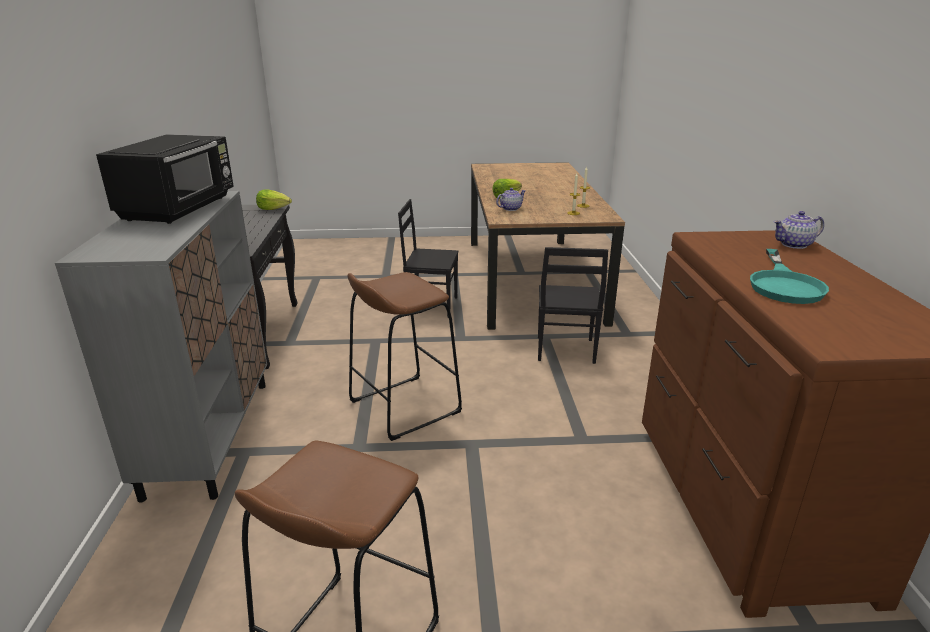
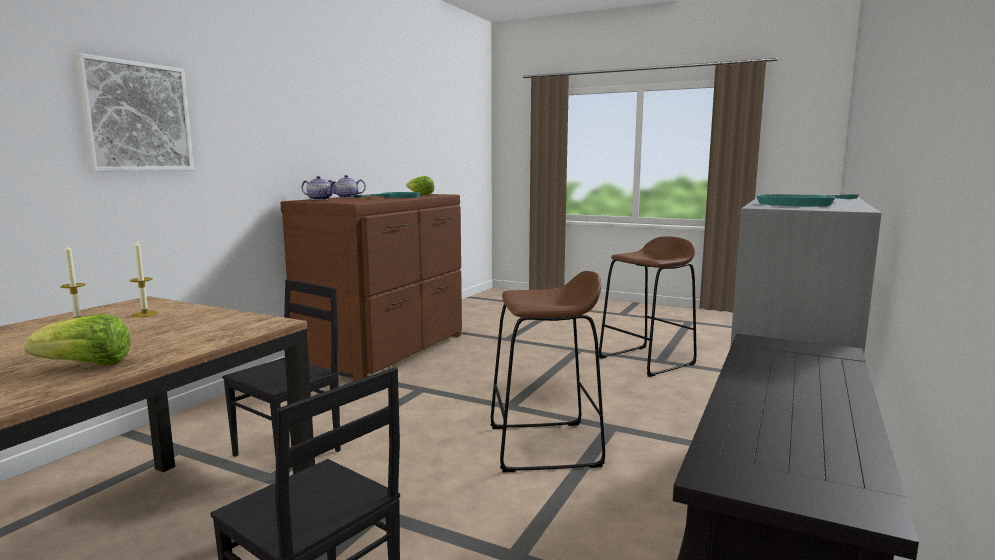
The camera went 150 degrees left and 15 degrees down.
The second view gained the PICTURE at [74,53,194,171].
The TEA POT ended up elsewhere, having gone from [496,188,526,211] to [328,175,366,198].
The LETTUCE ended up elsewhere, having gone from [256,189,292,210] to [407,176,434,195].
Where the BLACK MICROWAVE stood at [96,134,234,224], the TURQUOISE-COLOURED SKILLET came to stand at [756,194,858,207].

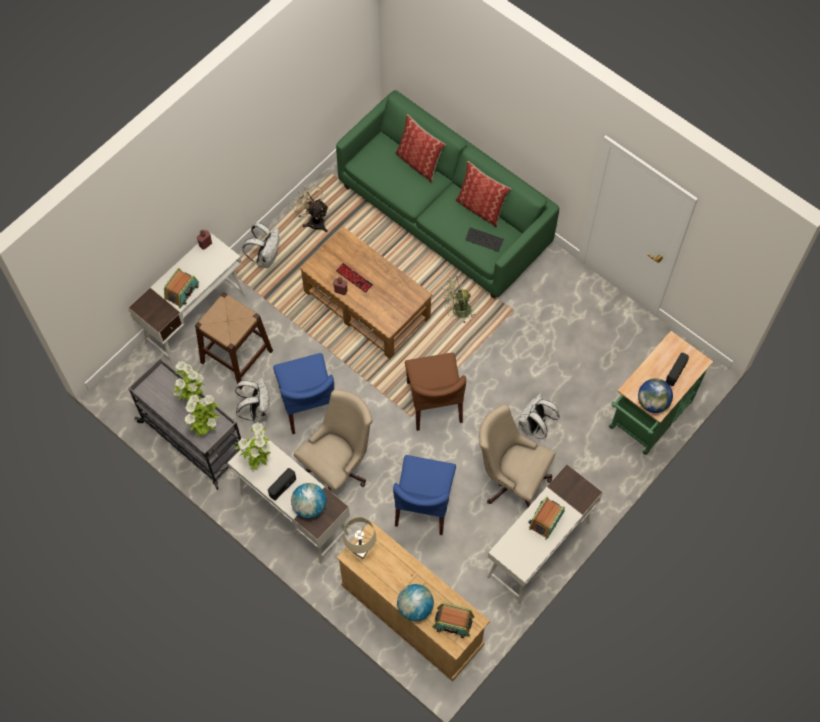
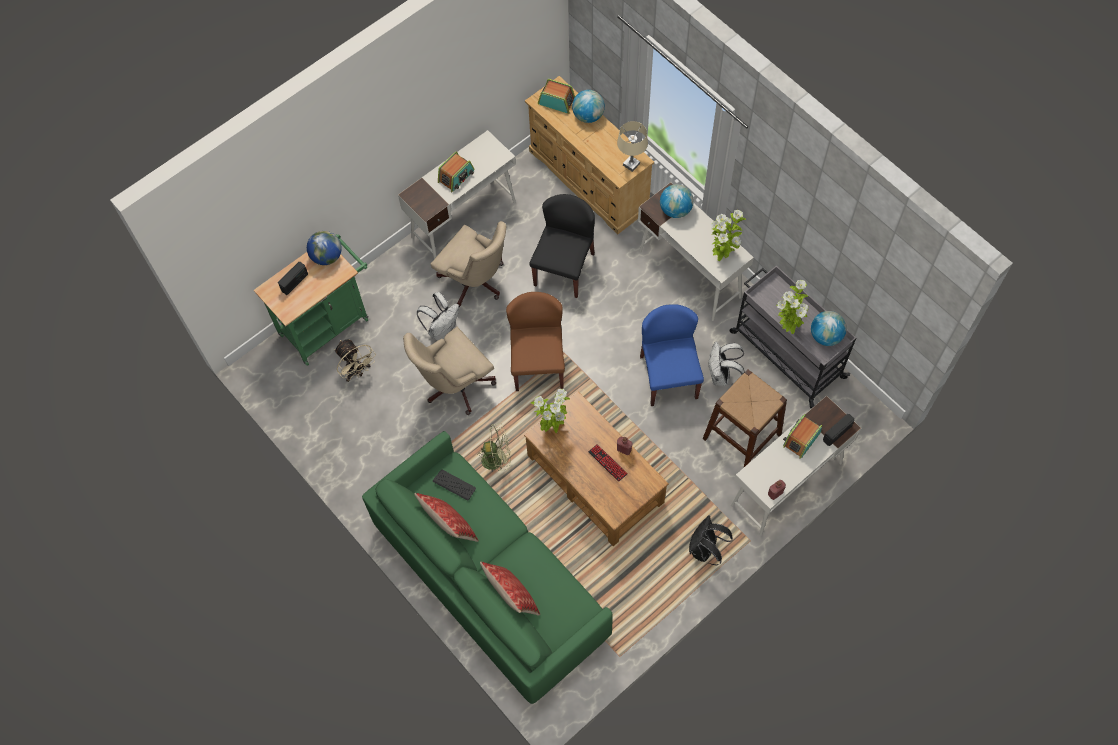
The camera went 170 degrees left and 0 degrees up.
The BEIGE COOLING FAN ended up elsewhere, having gone from [290,183,329,232] to [334,339,376,382].
The BEIGE DESK CHAIR ended up elsewhere, having gone from [294,389,373,492] to [403,327,496,415].
What was the BLUISH PLAIN CHAIR at [393,455,456,535] turned into the BLACK PLAIN CHAIR at [529,194,595,298].
The HOUSEPLANT ended up elsewhere, having gone from [184,395,220,436] to [531,389,570,433].
What was the WHITE-COLOURED BACKPACK at [243,222,279,268] turned into the BLACK BACKPACK at [689,515,733,565].
The second view gained the DESK GLOBE at [811,311,847,346].
The RADIO ended up elsewhere, having gone from [268,468,296,501] to [823,414,855,446].

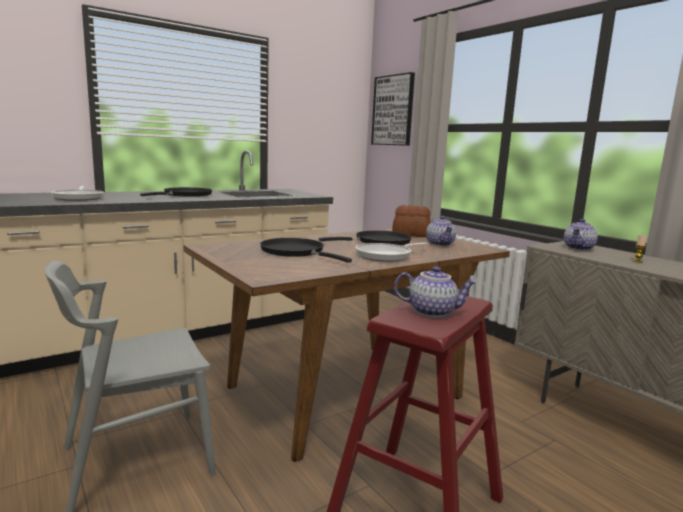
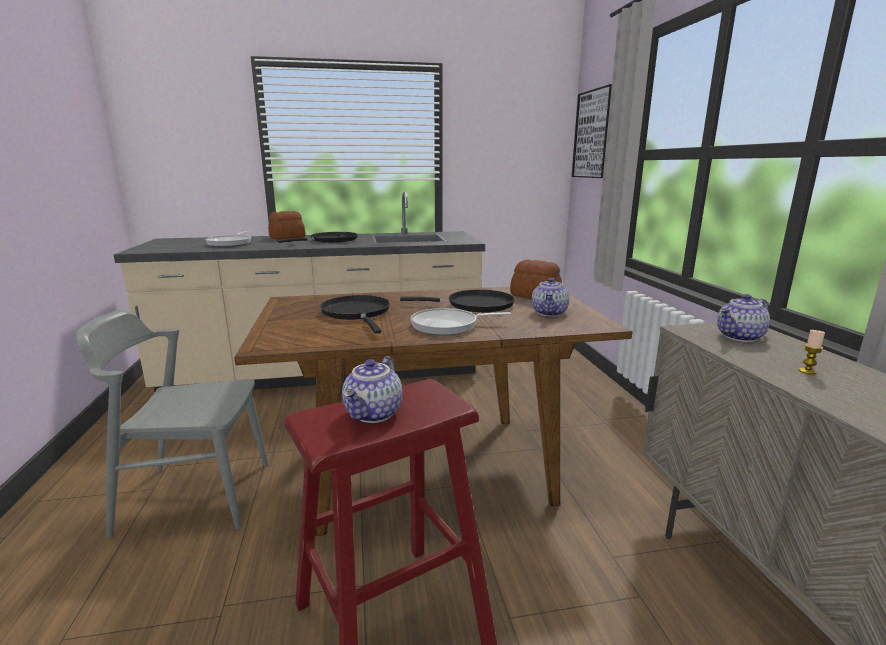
The camera went 25 degrees right and 5 degrees up.
The second view gained the BAKERY BREAD at [268,211,305,239].
The TEA POT at [394,266,477,317] ended up facing another way, 75 degrees clockwise from before.

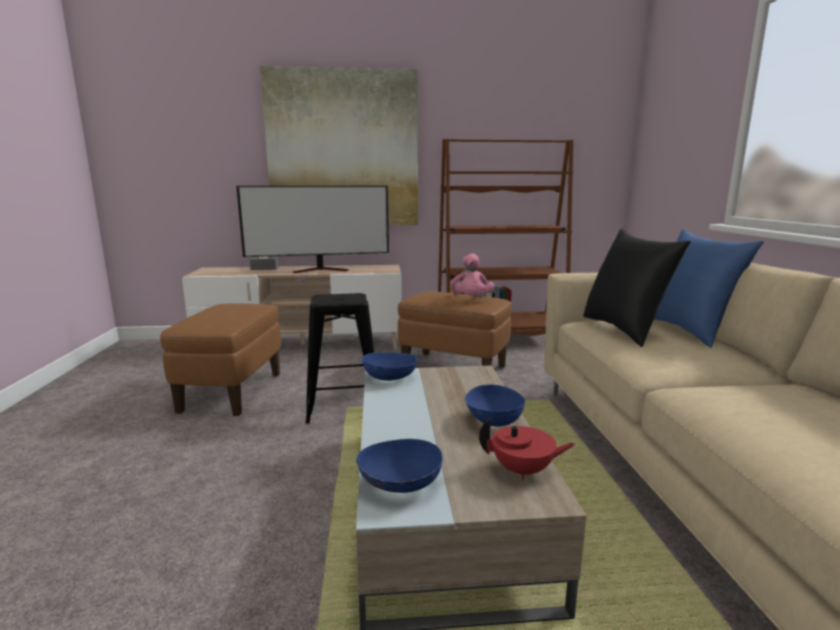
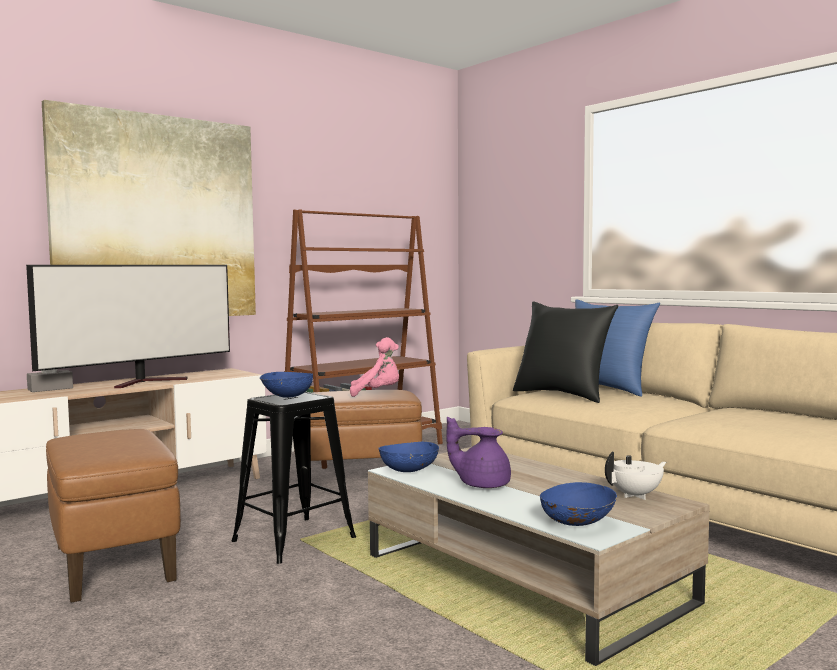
The camera went 35 degrees left and 10 degrees down.
The BLUISH BOWL ended up elsewhere, having gone from [465,384,525,427] to [260,372,313,398].
The PINKISH PLUSH TOY at [451,254,494,295] ended up facing another way, 60 degrees counterclockwise from before.
The second view gained the PURPLE TEA POT at [447,417,511,488].
What was the REDDISH TEA POT at [479,418,575,480] turned into the WHITE-COLOURED TEA POT at [605,451,666,500].

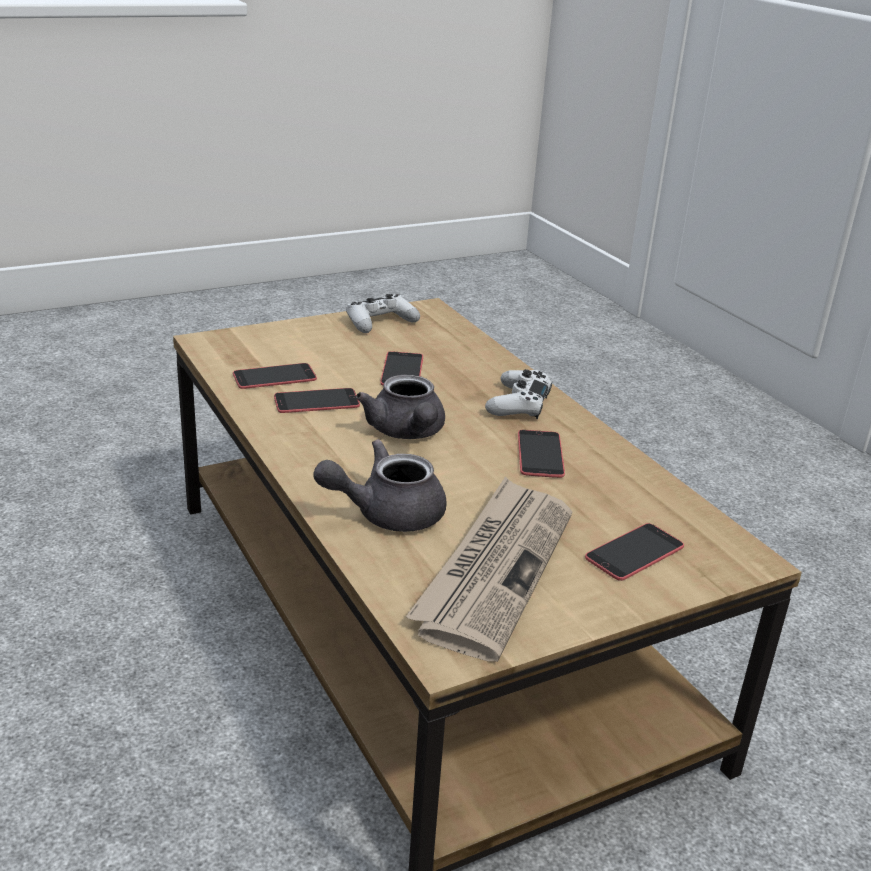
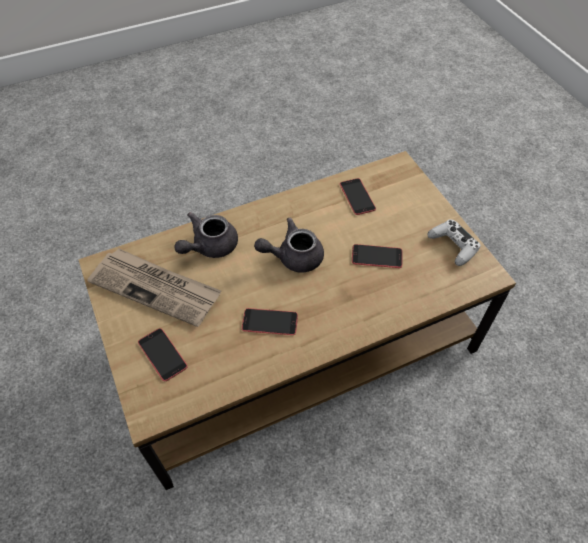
The camera went 95 degrees right and 25 degrees up.
The GREY TEA POT at [313,439,446,532] ended up facing another way, 120 degrees counterclockwise from before.
The second view lost the TELEPHONE at [274,388,360,413].
The second view lost the WHITE-COLOURED GAME CONTROLLER at [485,369,552,419].

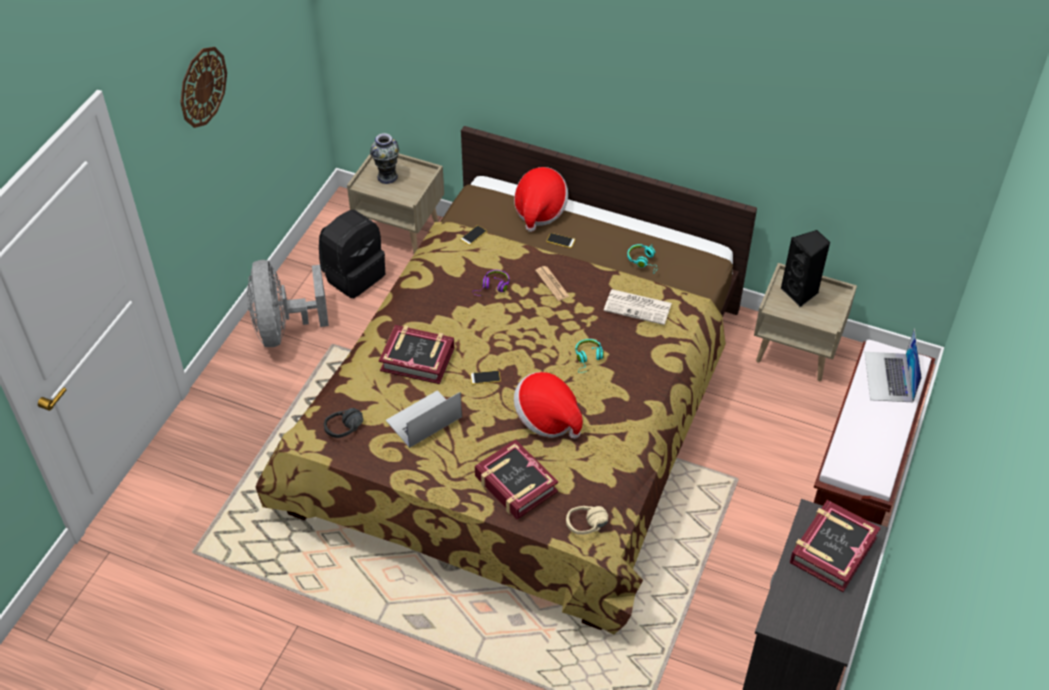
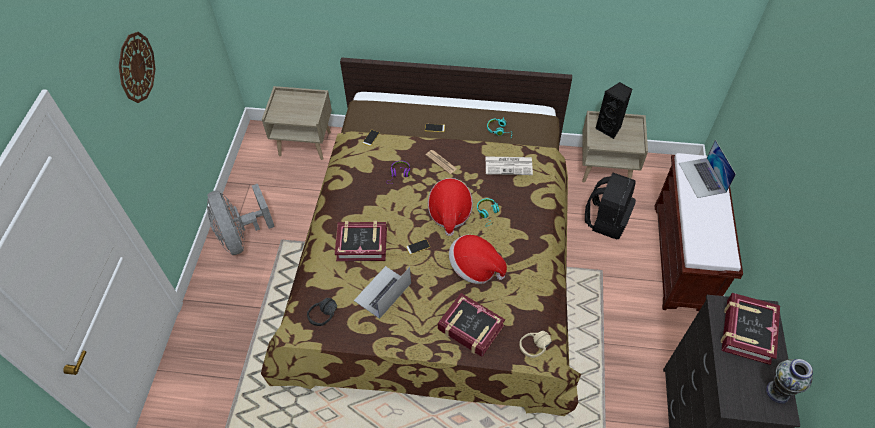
The camera went 15 degrees left and 5 degrees up.
The WEARABLE HAT ended up elsewhere, having gone from [514,167,568,232] to [428,178,473,236].
The BLACK BACKPACK ended up elsewhere, having gone from [319,210,385,298] to [585,173,636,239].
The VASE ended up elsewhere, having gone from [370,133,399,184] to [766,359,813,404].

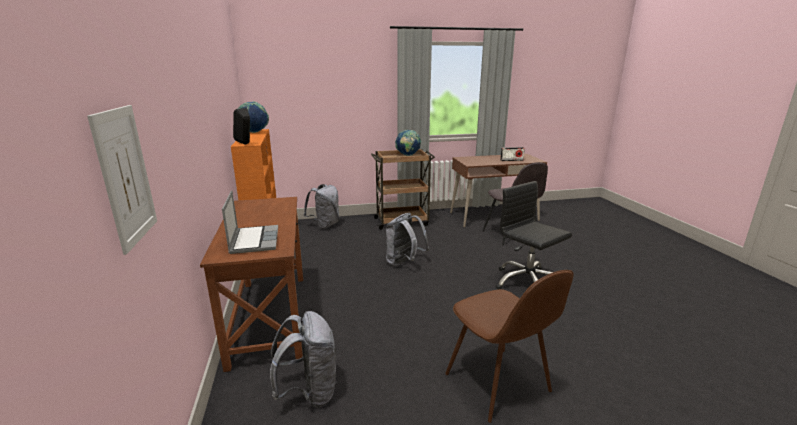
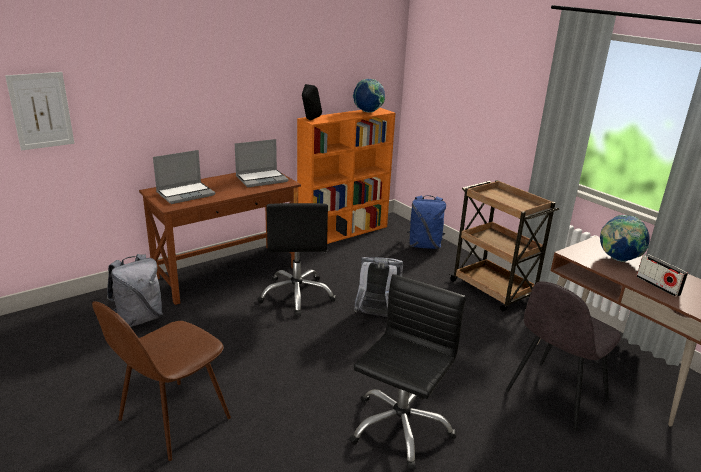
The camera went 65 degrees right and 5 degrees up.
The second view gained the PORTABLE COMPUTER at [235,139,289,187].
The second view gained the BLACK DESK CHAIR at [257,203,336,316].
What was the GREY BACKPACK at [304,184,340,229] turned into the BLUISH BACKPACK at [407,195,446,249].
The DESK GLOBE ended up elsewhere, having gone from [395,130,421,156] to [600,215,650,262].

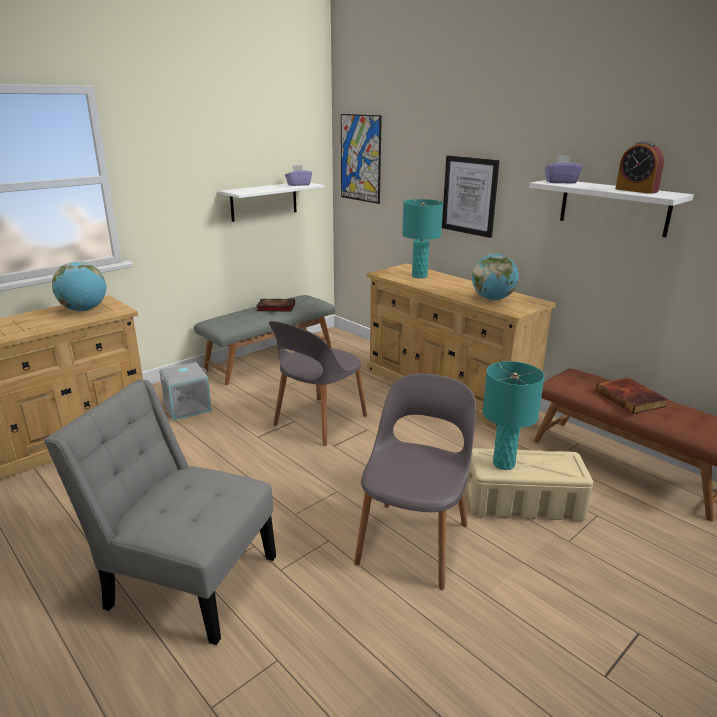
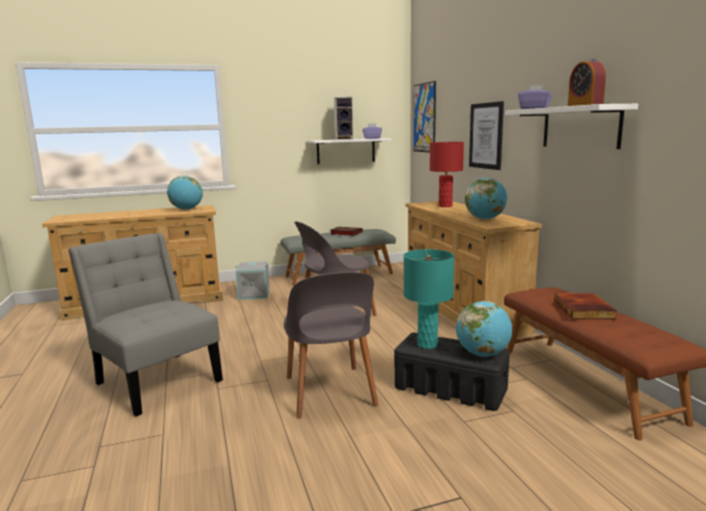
The camera went 25 degrees right and 10 degrees down.
The GREY PLAIN CHAIR at [354,373,476,590] ended up facing another way, 120 degrees clockwise from before.
The second view gained the LOUDSPEAKER at [334,97,354,140].
What was the BEIGE STORAGE CONTAINER at [466,448,593,521] turned into the BLACK STORAGE CONTAINER at [394,333,510,411].
What was the TURQUOISE-COLOURED TABLETOP LAMP at [402,199,443,278] turned into the REDDISH TABLETOP LAMP at [430,142,464,207].
The second view gained the DESK GLOBE at [456,301,512,357].

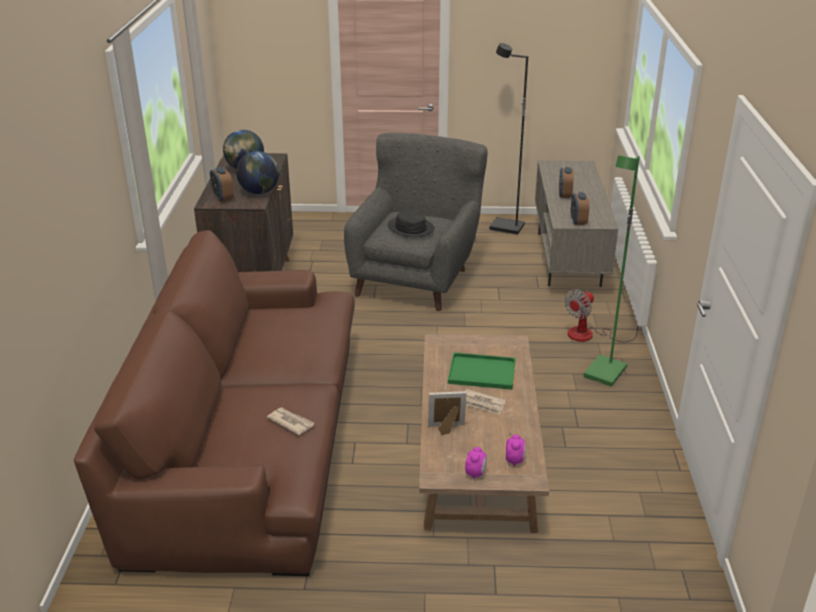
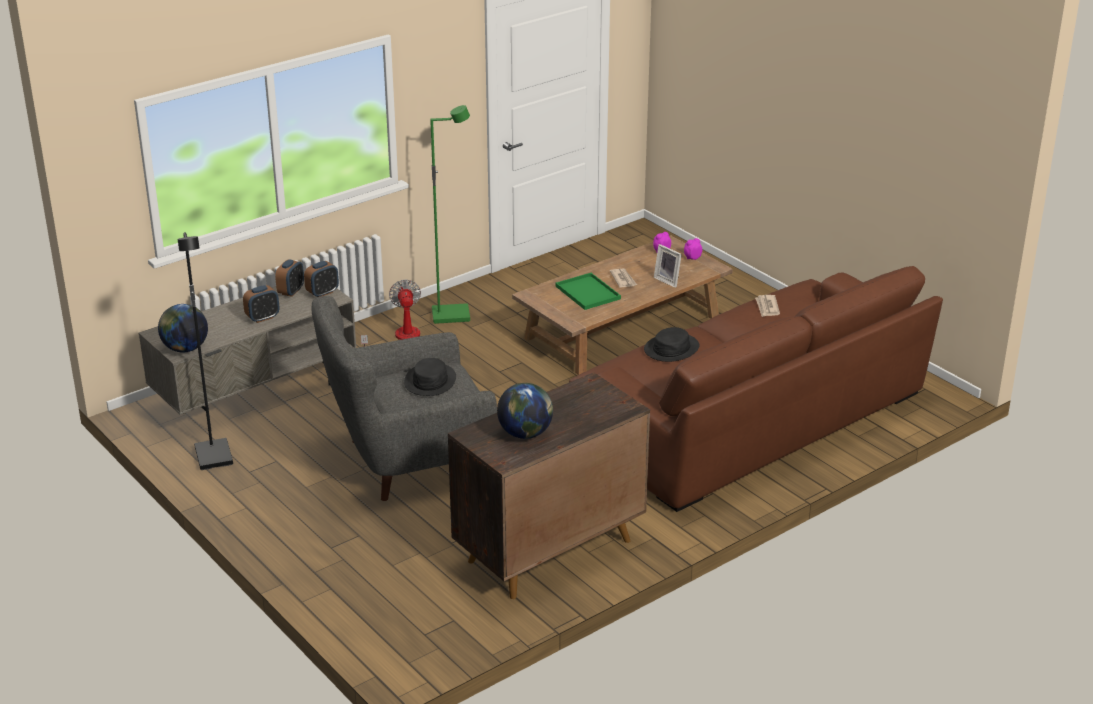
The camera went 130 degrees left and 0 degrees up.
The DESK GLOBE ended up elsewhere, having gone from [236,151,279,194] to [158,304,208,352].
The ALARM CLOCK ended up elsewhere, having gone from [210,167,234,202] to [275,259,304,297].
The COOLING FAN at [564,289,638,342] ended up facing another way, 105 degrees counterclockwise from before.
The second view gained the BLACK WEARABLE HAT at [644,327,700,362].

